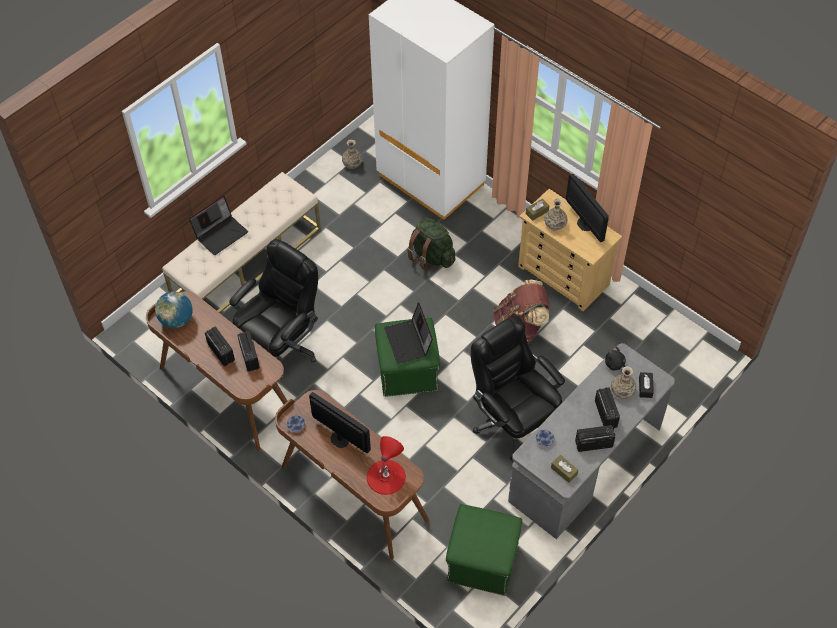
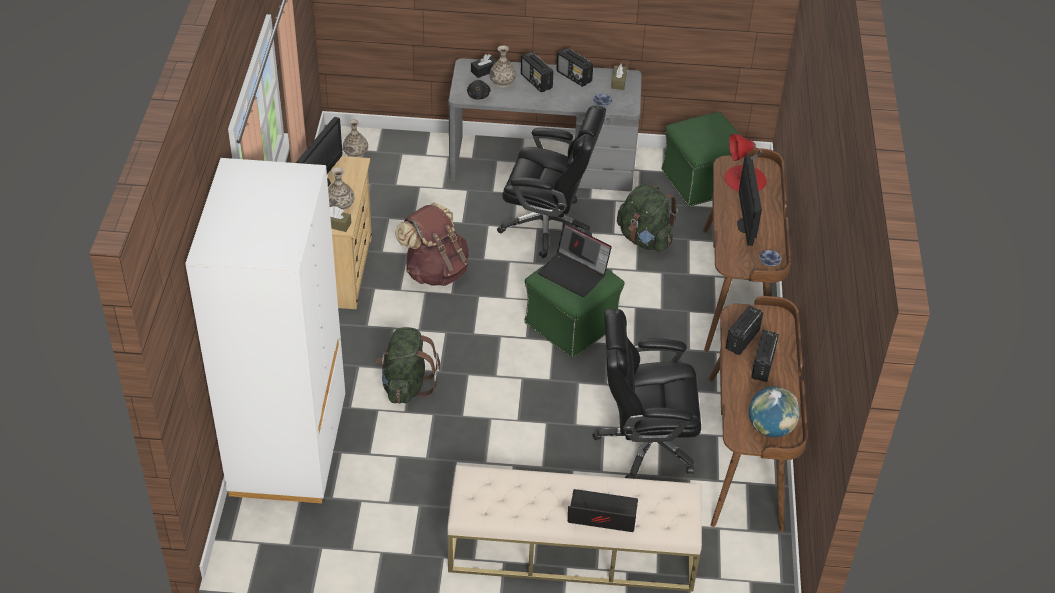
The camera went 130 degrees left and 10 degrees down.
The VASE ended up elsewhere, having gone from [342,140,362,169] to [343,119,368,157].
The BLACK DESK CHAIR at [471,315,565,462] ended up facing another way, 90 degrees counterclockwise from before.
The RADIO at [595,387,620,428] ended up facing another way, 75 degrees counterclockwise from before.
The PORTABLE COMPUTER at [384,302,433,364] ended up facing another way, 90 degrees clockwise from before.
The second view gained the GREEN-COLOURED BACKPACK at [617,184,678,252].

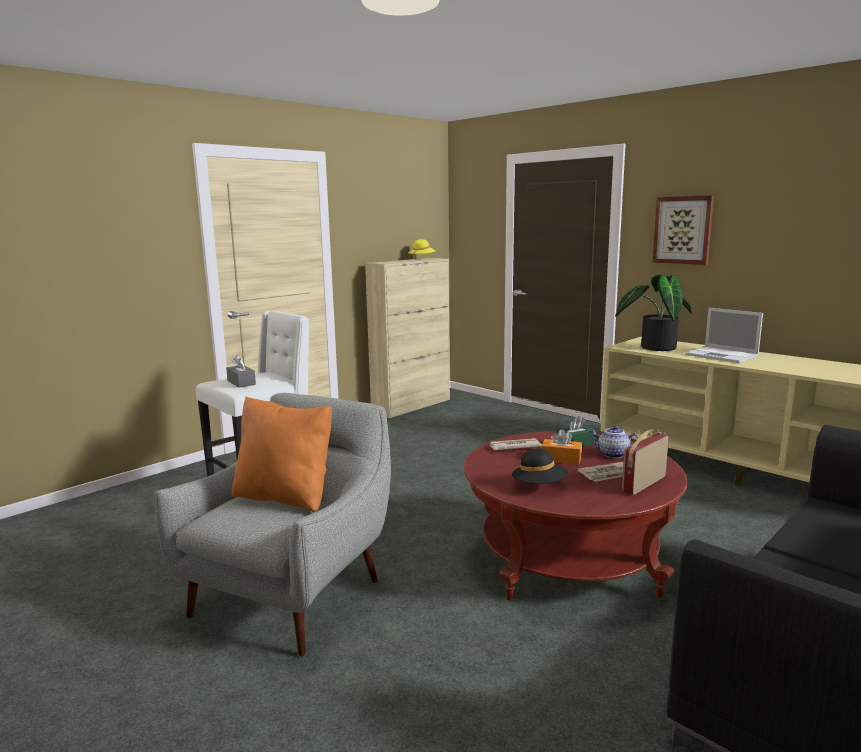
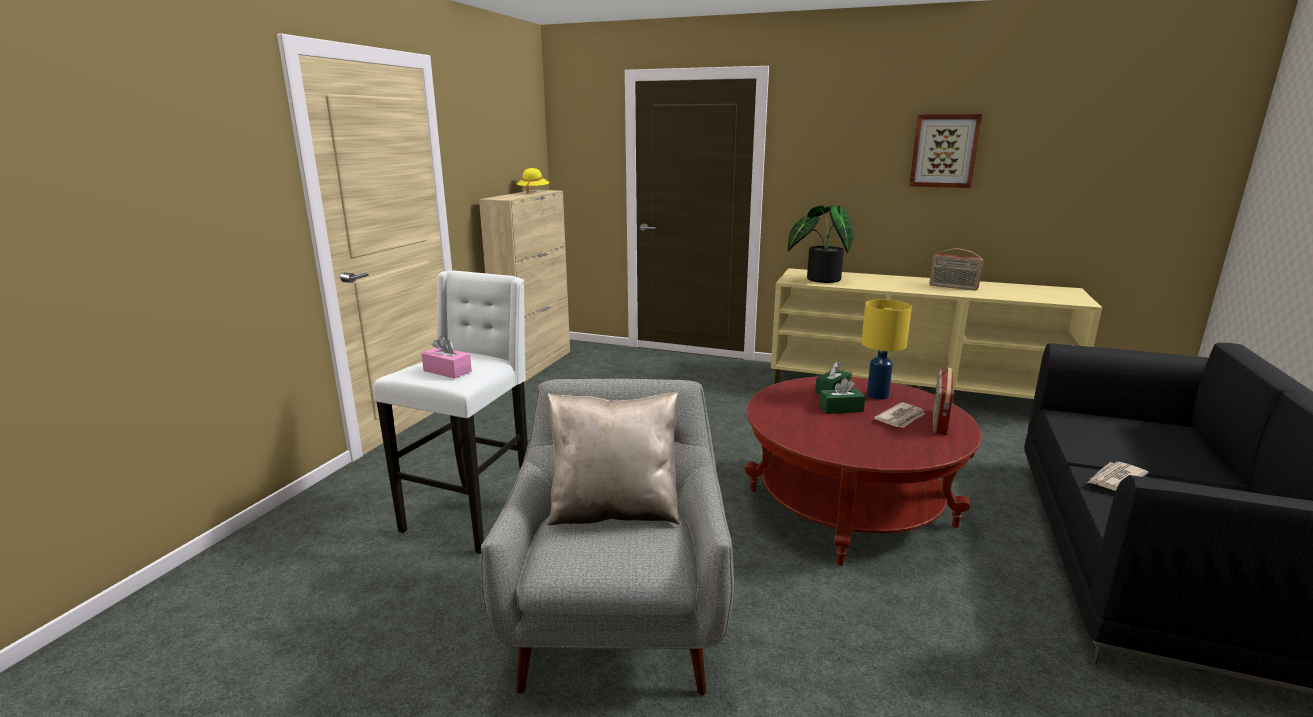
The camera went 25 degrees left and 5 degrees up.
What was the GREY TISSUE BOX at [226,355,256,388] turned into the PINKISH TISSUE BOX at [421,336,472,379].
What was the ORANGEY THROW PILLOW at [232,396,332,513] turned into the BEIGE THROW PILLOW at [547,392,680,525].
What was the ORANGEY TISSUE BOX at [541,429,582,465] turned into the GREEN-COLOURED TISSUE BOX at [819,378,866,414].
Where the TEA POT stood at [590,426,639,458], the YELLOWISH TABLETOP LAMP came to stand at [861,299,912,400].
The PICTURE ended up elsewhere, having gone from [652,195,714,265] to [909,114,982,188].
The second view gained the RADIO at [930,249,983,290].
The DAILY PAPER ended up elsewhere, having gone from [490,438,542,450] to [1087,462,1149,491].
The second view lost the BLACK WEARABLE HAT at [512,448,568,483].
The second view lost the PORTABLE COMPUTER at [686,308,763,363].

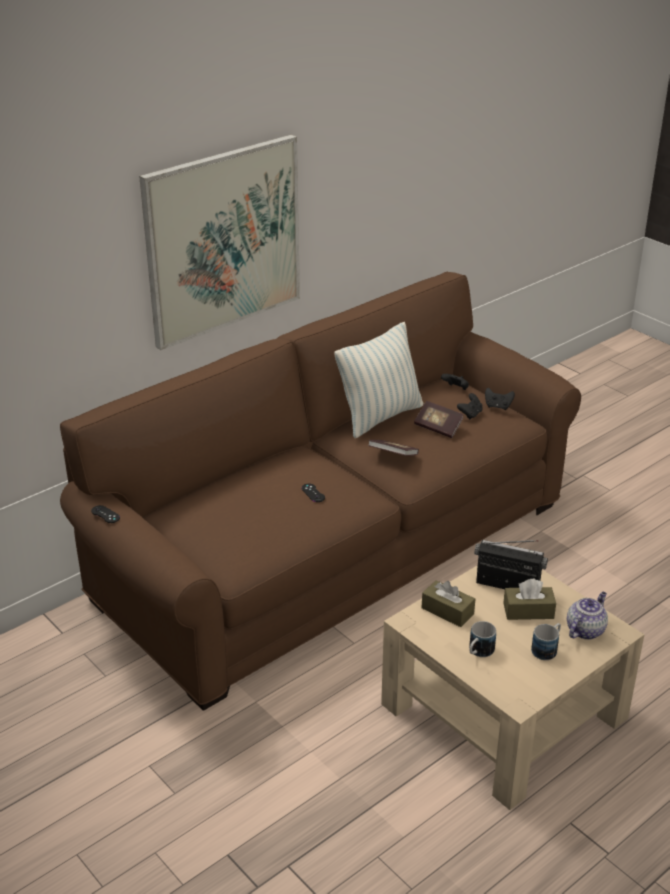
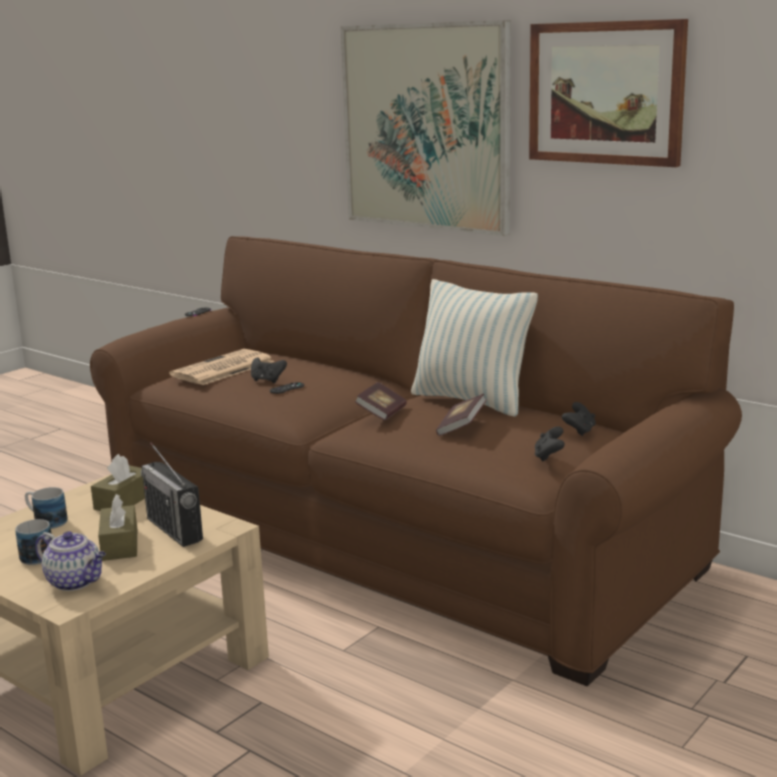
The camera went 80 degrees right and 15 degrees down.
The RADIO at [474,540,548,589] ended up facing another way, 135 degrees clockwise from before.
The second view gained the DAILY PAPER at [169,349,274,385].
The BLACK GAME CONTROLLER ended up elsewhere, having gone from [457,393,483,419] to [251,357,287,383].
The second view gained the PICTURE at [529,19,688,167].

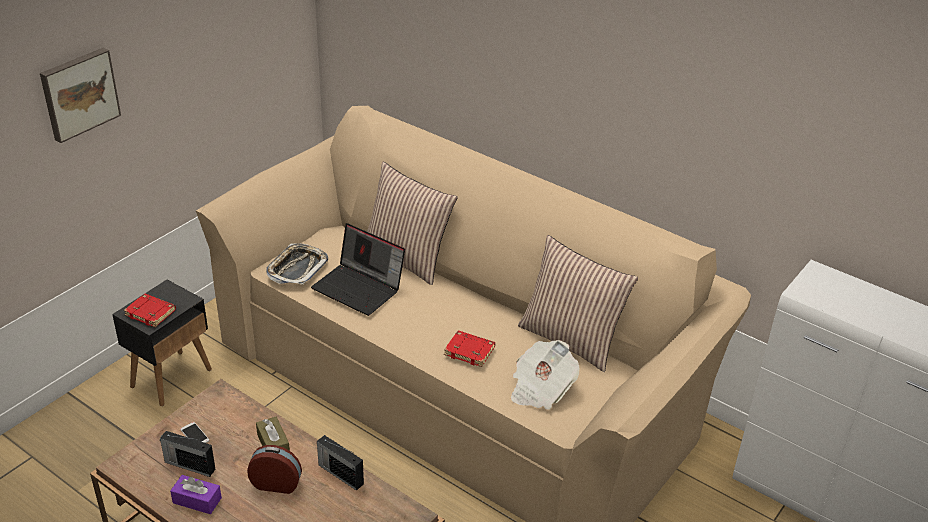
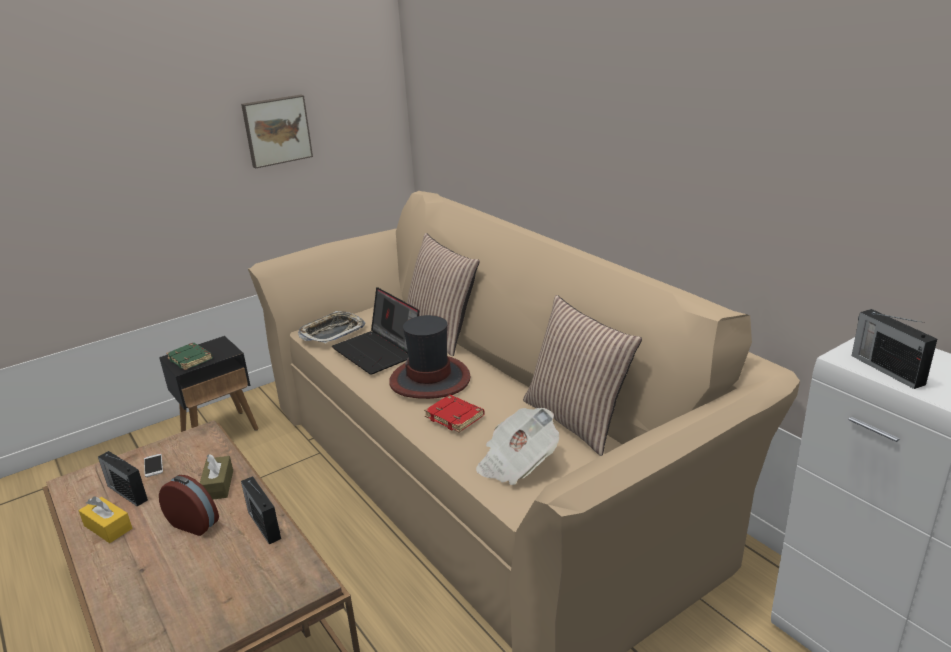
The camera went 20 degrees right and 10 degrees down.
What was the PURPLE TISSUE BOX at [170,475,222,514] turned into the YELLOWISH TISSUE BOX at [79,496,132,543].
What was the REDDISH BOOK at [124,294,176,327] turned into the GREEN-COLOURED BOOK at [166,343,213,370].
The PICTURE ended up elsewhere, having gone from [40,48,121,143] to [241,95,313,168].
The second view gained the WEARABLE HAT at [389,315,471,399].
The second view gained the RADIO at [852,309,937,389].

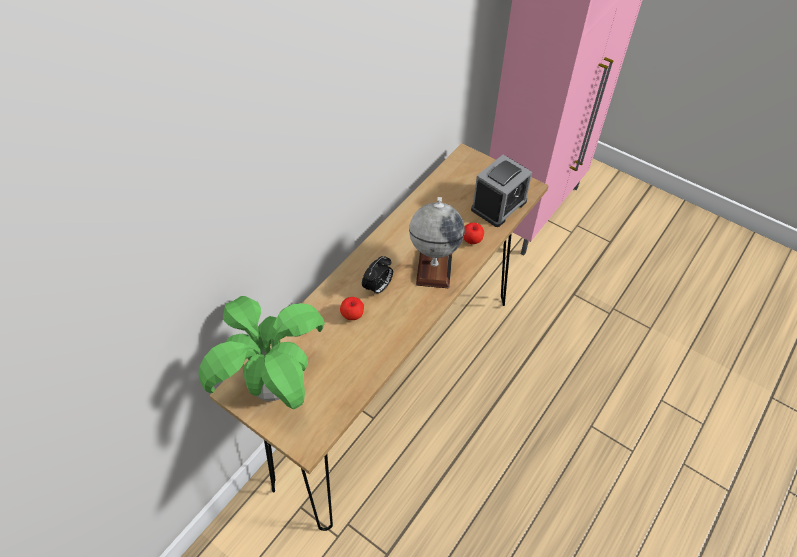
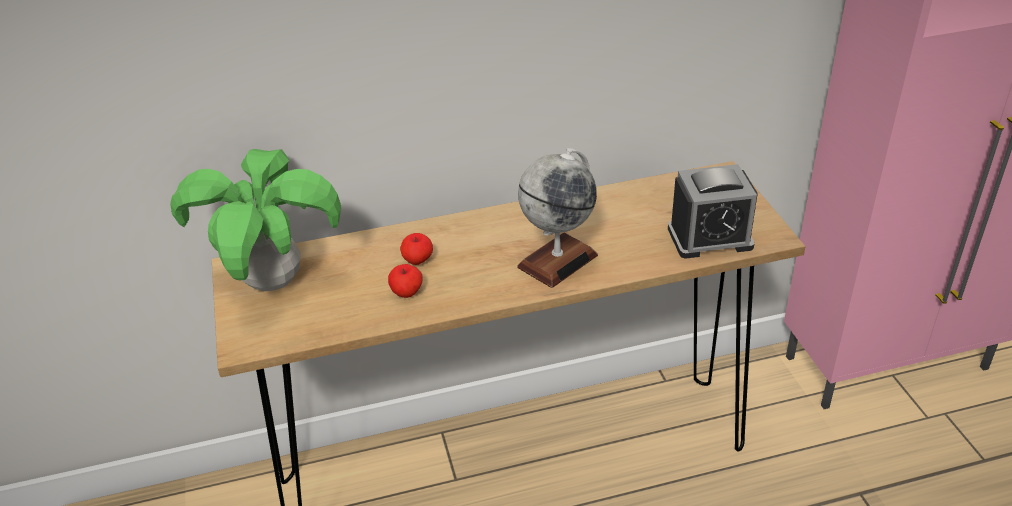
The camera went 40 degrees right and 15 degrees down.
The APPLE ended up elsewhere, having gone from [464,223,484,244] to [388,264,423,298].
The second view lost the ALARM CLOCK at [362,256,393,295].

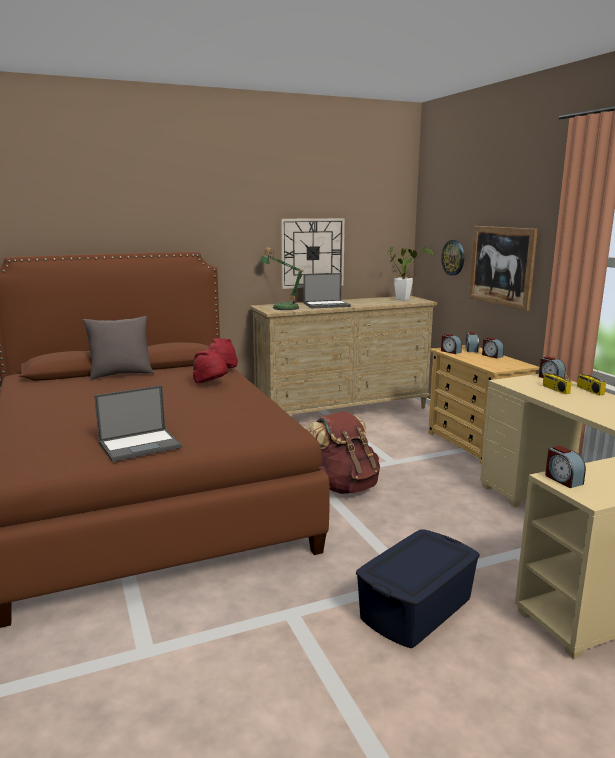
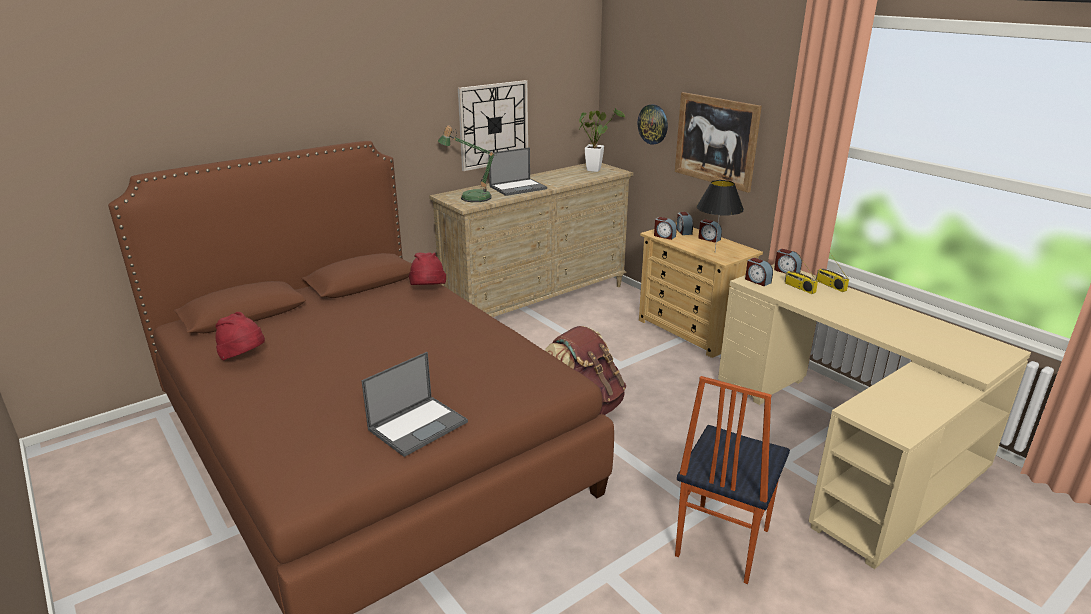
The camera went 15 degrees left and 10 degrees up.
The REDDISH WEARABLE HAT ended up elsewhere, having gone from [193,349,228,383] to [215,312,265,360].
Where the BLUISH STORAGE CONTAINER stood at [356,529,480,648], the PLAIN CHAIR came to stand at [675,376,790,584].
The second view gained the BLACK TABLETOP LAMP at [696,180,744,251].
The ALARM CLOCK ended up elsewhere, having gone from [545,446,586,488] to [745,258,773,286].
The second view lost the GREY THROW PILLOW at [83,316,154,380].

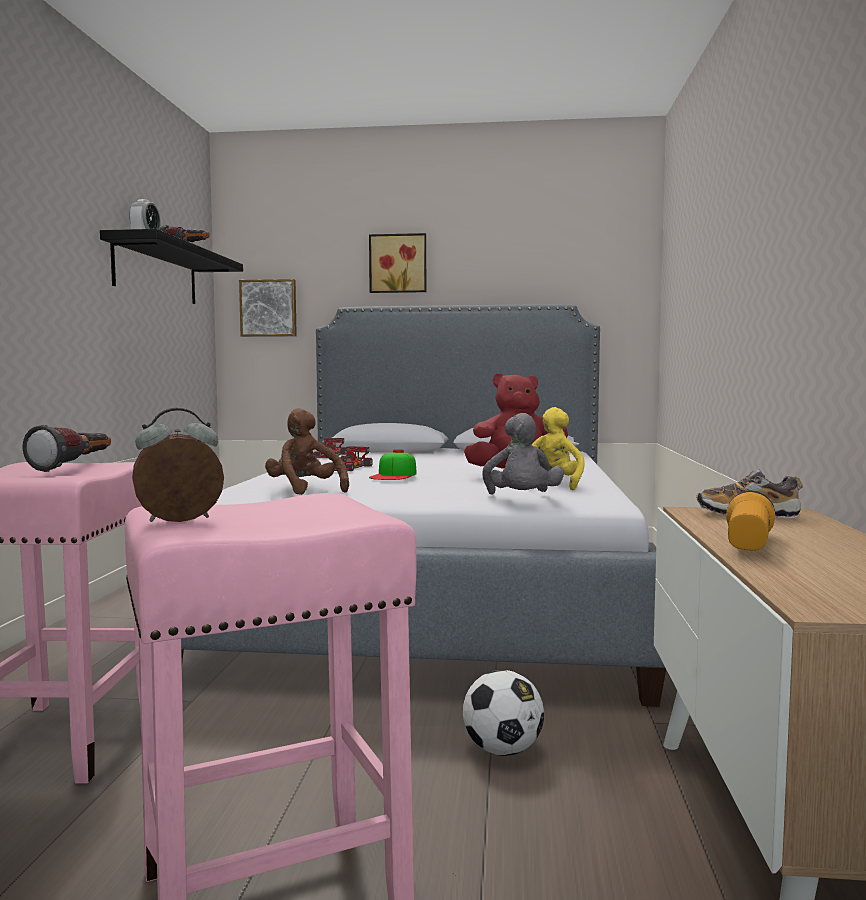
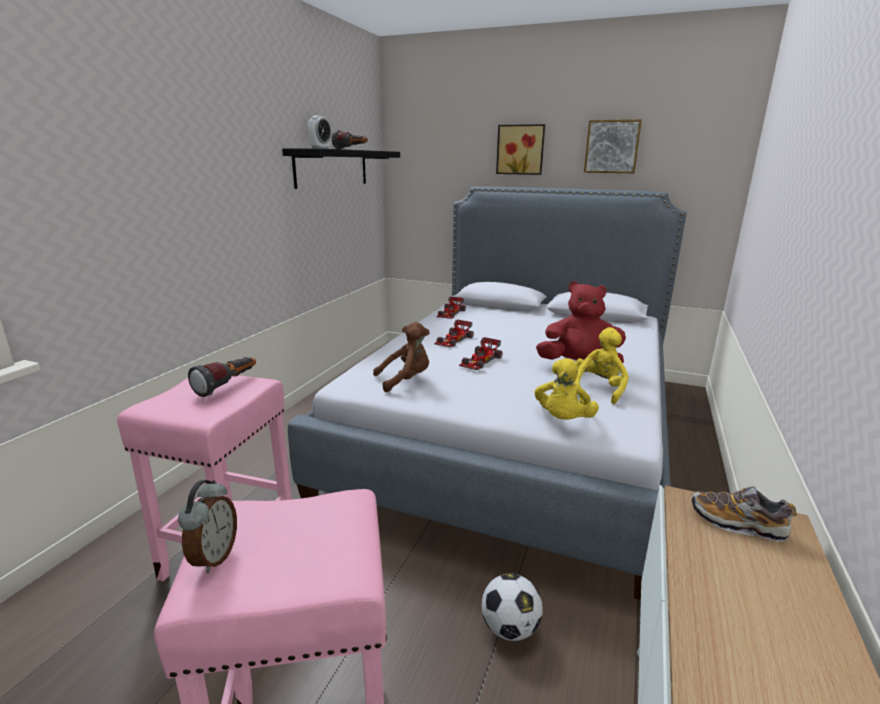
The camera went 15 degrees right and 15 degrees up.
The ALARM CLOCK at [132,407,224,522] ended up facing another way, 105 degrees clockwise from before.
The BROWN PLUSH TOY at [265,408,349,495] ended up facing another way, 90 degrees clockwise from before.
Where the BASEBALL CAP stood at [369,449,417,480], the MODEL CAR came to stand at [459,337,503,370].
What was the GREY PLUSH TOY at [482,413,564,495] turned into the YELLOWISH PLUSH TOY at [535,358,599,420].
The PICTURE ended up elsewhere, having gone from [239,279,297,337] to [584,119,642,173].
The second view lost the HAND TORCH at [726,490,775,550].

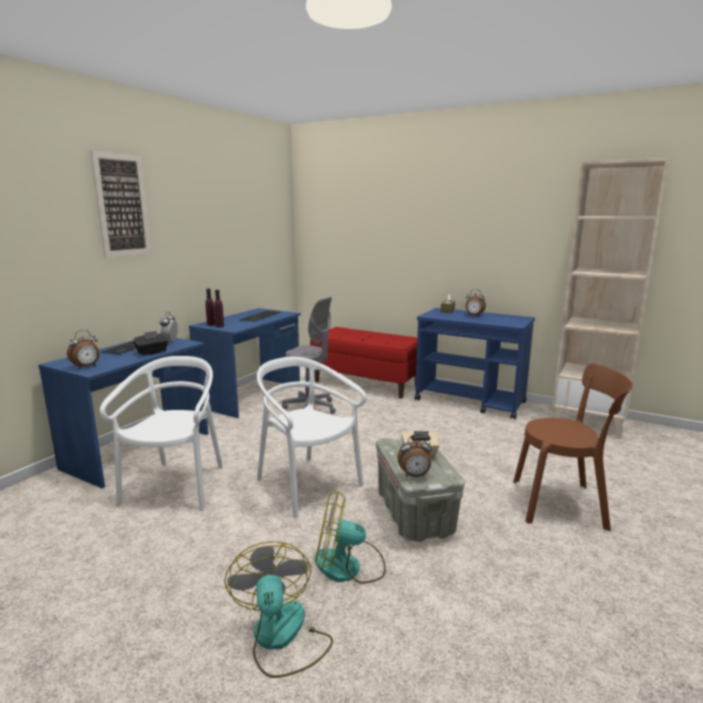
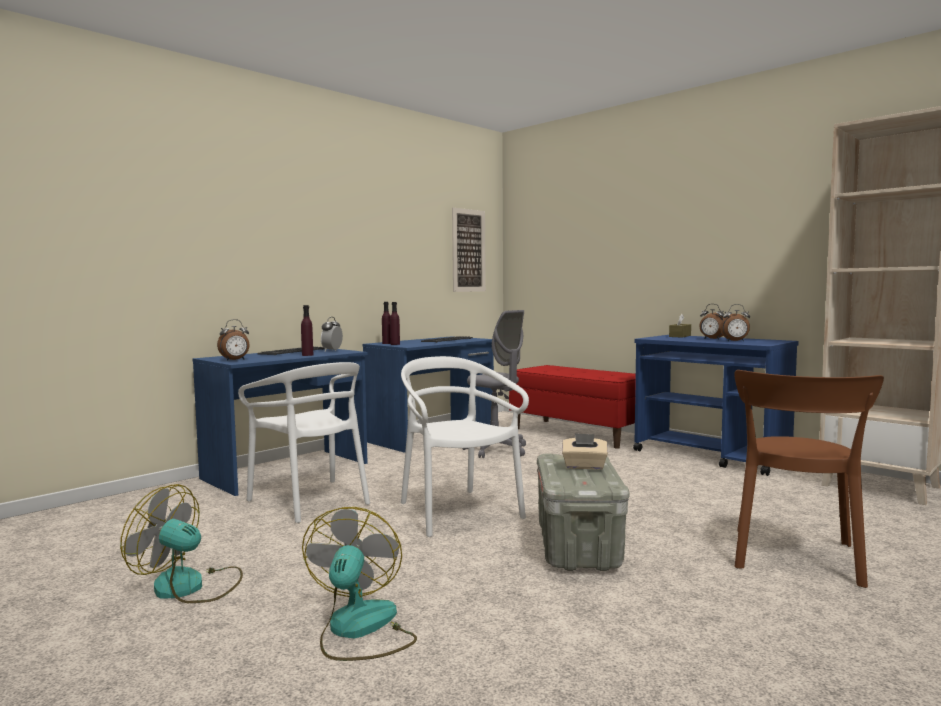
The camera went 15 degrees right and 10 degrees down.
The COOLING FAN ended up elsewhere, having gone from [315,491,386,584] to [120,484,243,603].
The WHITE-COLOURED PLAIN CHAIR at [100,356,223,510] ended up facing another way, 120 degrees clockwise from before.
Where the BLACK TISSUE BOX stood at [133,331,168,356], the PURPLE BOTTLE came to stand at [301,305,313,356].
The PICTURE ended up elsewhere, having gone from [90,151,152,257] to [452,208,486,292].
The ALARM CLOCK ended up elsewhere, having gone from [397,435,432,477] to [720,304,750,341].
The BROWN PLAIN CHAIR at [513,363,633,531] ended up facing another way, 90 degrees clockwise from before.

